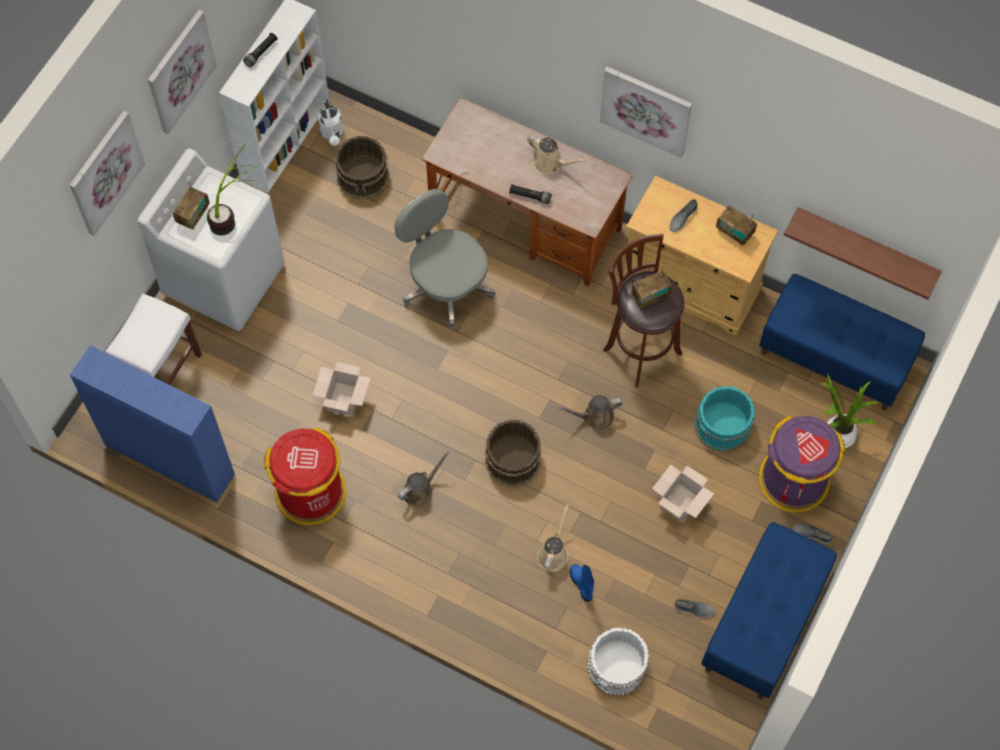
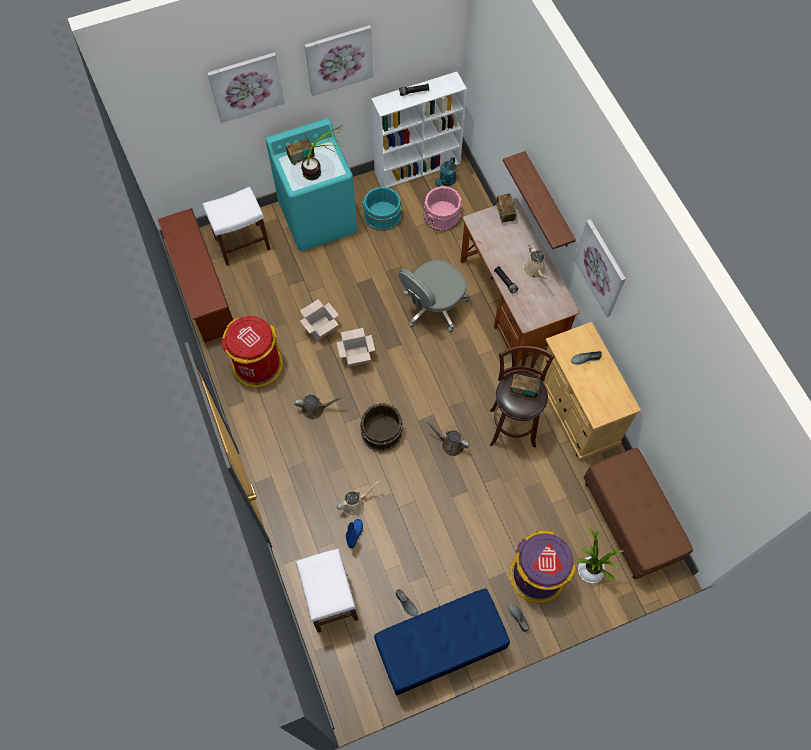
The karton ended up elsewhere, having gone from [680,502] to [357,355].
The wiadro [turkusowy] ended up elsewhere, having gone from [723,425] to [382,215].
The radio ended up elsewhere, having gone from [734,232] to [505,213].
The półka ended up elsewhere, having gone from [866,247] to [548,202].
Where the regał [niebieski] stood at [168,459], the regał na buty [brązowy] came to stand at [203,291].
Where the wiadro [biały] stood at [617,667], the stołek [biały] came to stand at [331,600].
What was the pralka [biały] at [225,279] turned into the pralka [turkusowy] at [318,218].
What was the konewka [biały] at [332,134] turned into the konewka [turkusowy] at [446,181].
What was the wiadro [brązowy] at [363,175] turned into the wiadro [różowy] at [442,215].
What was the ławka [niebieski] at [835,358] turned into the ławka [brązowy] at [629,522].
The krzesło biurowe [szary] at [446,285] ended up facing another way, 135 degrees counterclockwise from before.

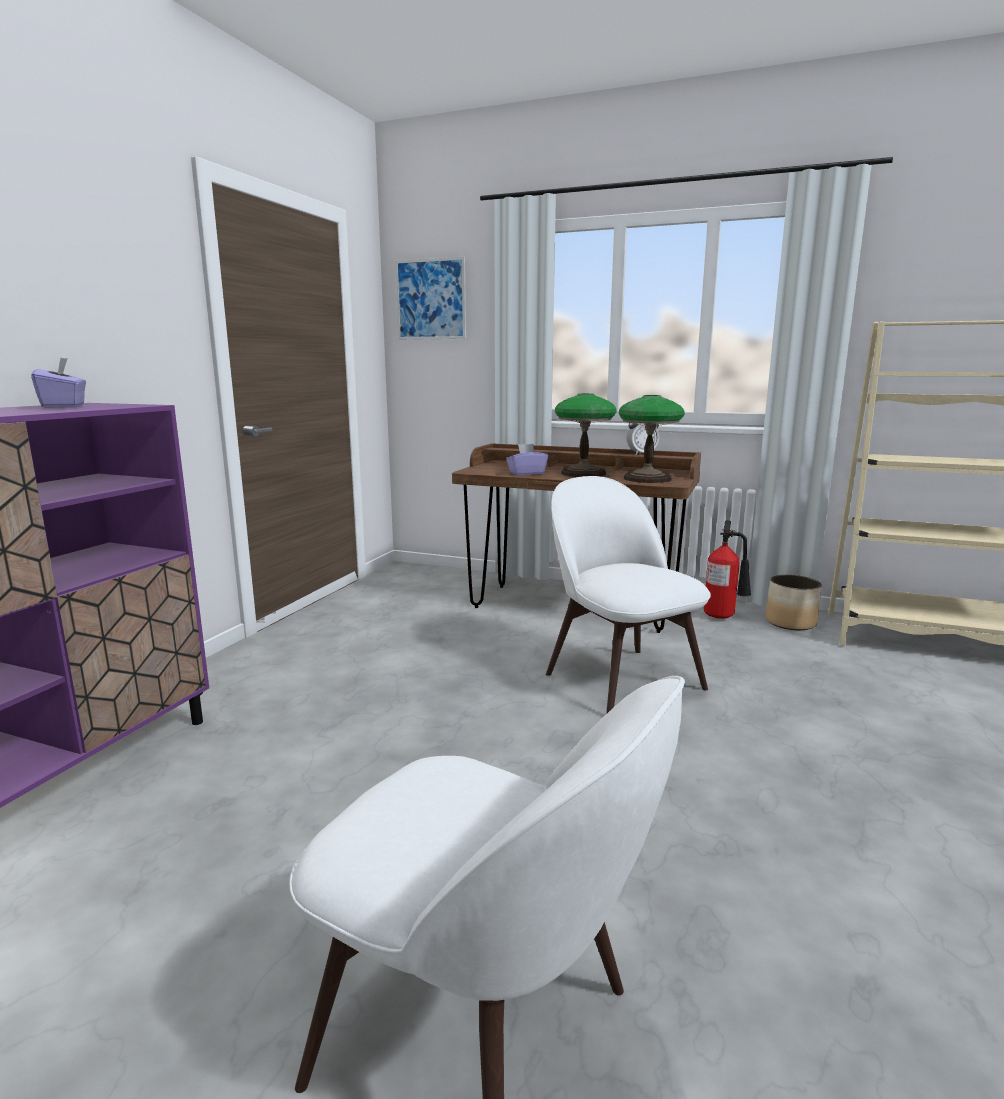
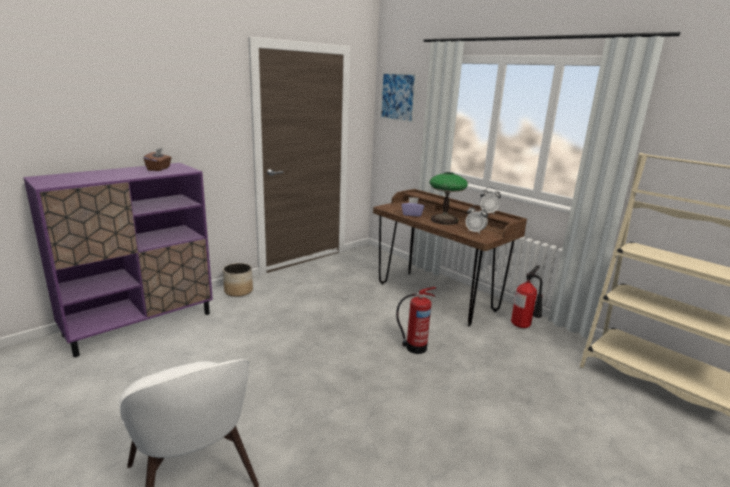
The donica ended up elsewhere, having gone from [791,622] to [239,291].
Where the krzesło [biały] stood at [620,678], the gaśnica came to stand at [414,347].
Where the lampa stołowa stood at [647,479], the budzik came to stand at [475,232].
What was the pudełko chusteczek [fioletowy] at [64,406] turned into the pudełko chusteczek [brązowy] at [159,169].

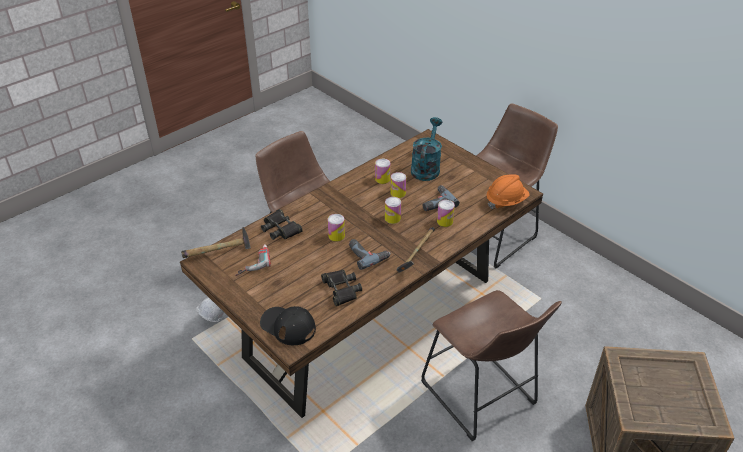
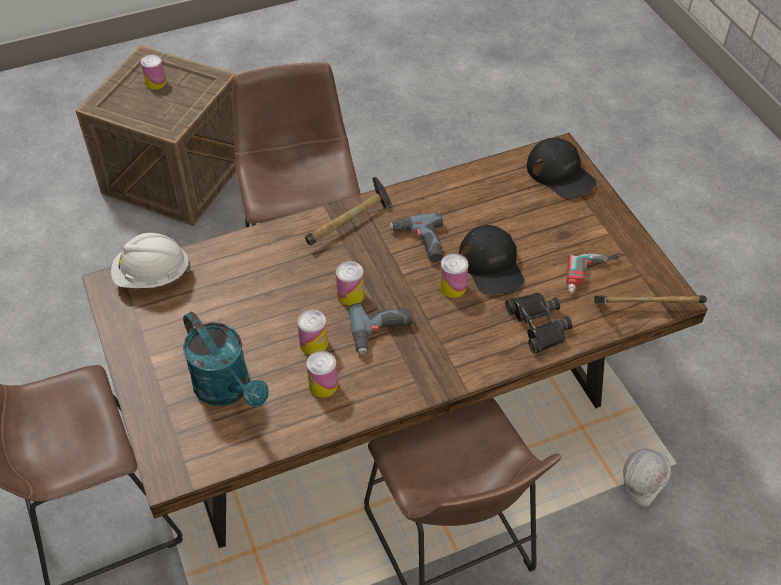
The second view lost the lornetka [czarny] at [341,289].
The second view gained the czapka z daszkiem [czarny] at [491,265].
The wiertarka ended up elsewhere, having gone from [436,202] to [382,333].
The puszka ended up elsewhere, having gone from [444,221] to [156,83].
What was the kask [pomarańczowy] at [506,201] turned into the kask [biały] at [152,276].
The konewka [turkusowy] at [426,168] ended up facing another way, 75 degrees counterclockwise from before.

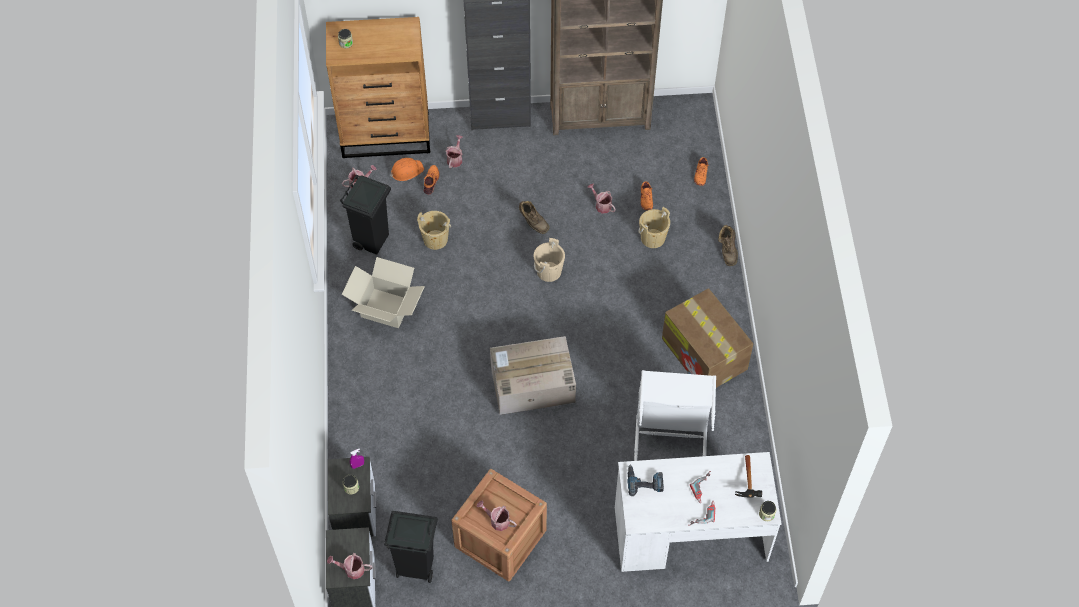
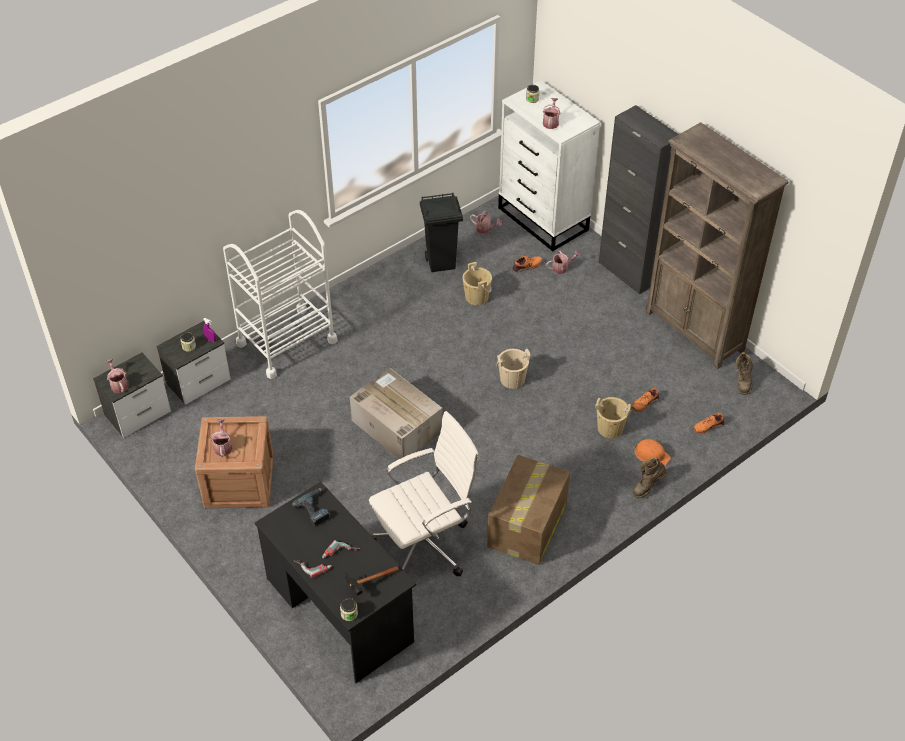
The second view lost the karton at [386,307].
The second view lost the kosz na śmieci [czarny] at [415,567].
The second view gained the wózek [biały] at [286,342].
The kask [pomarańczowy] ended up elsewhere, having gone from [406,171] to [651,455].
The but z cholewką [brązowy] ended up elsewhere, having gone from [532,223] to [743,381].
The konewka ended up elsewhere, having gone from [601,205] to [551,122].
Where the kosz na pranie [biały] stood at [671,436], the krzesło biurowe [biały] came to stand at [424,545].
What was the komoda [brązowy] at [386,135] turned into the komoda [biały] at [543,219].
What was the biurko [biały] at [690,534] turned into the biurko [czarny] at [339,609].

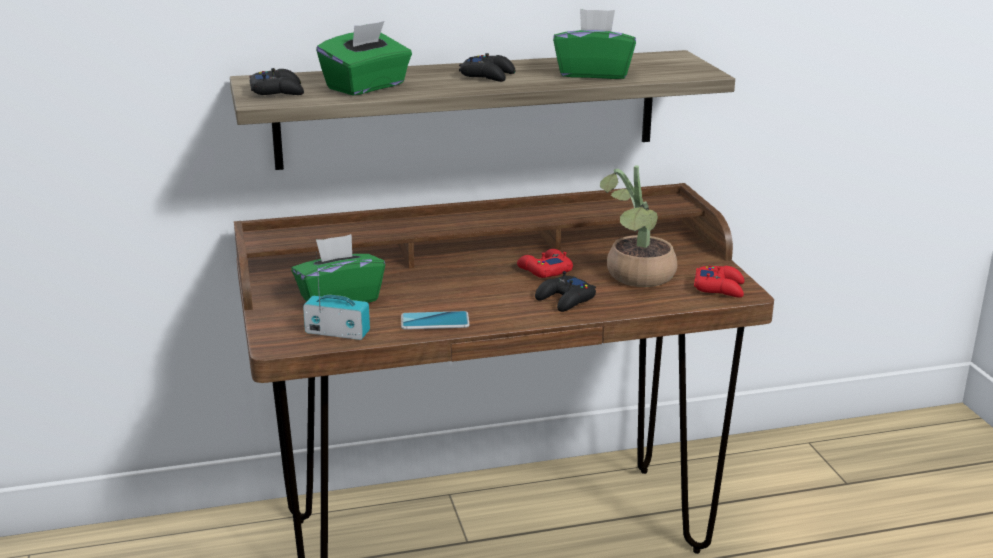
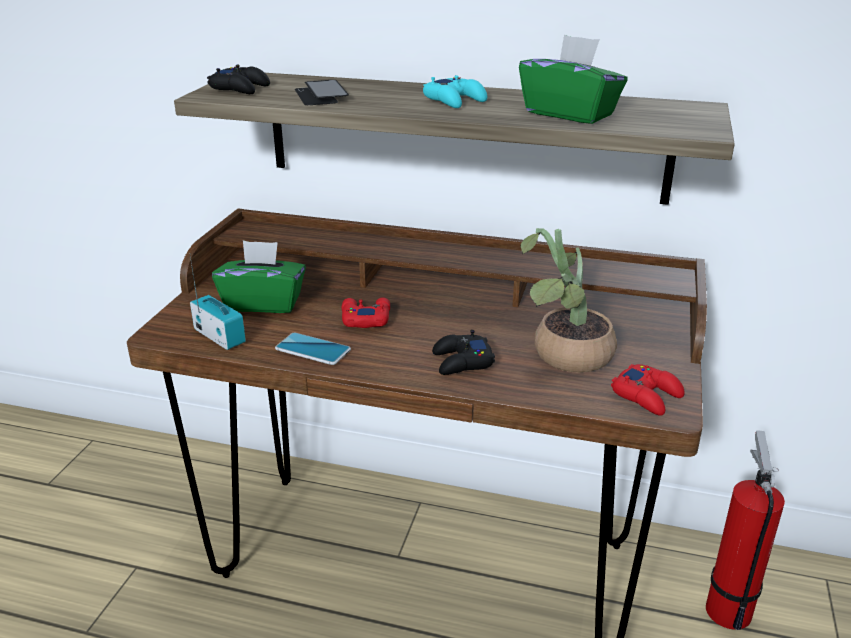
The second view gained the gaśnica at [727,606].
The pad do gier [czerwony] ended up elsewhere, having gone from [544,270] to [365,318].
Where the pudełko chusteczek [zielony] stood at [366,87], the telefon came to stand at [321,95].
What was the pad do gier [czarny] at [488,75] turned into the pad do gier [turkusowy] at [455,100].

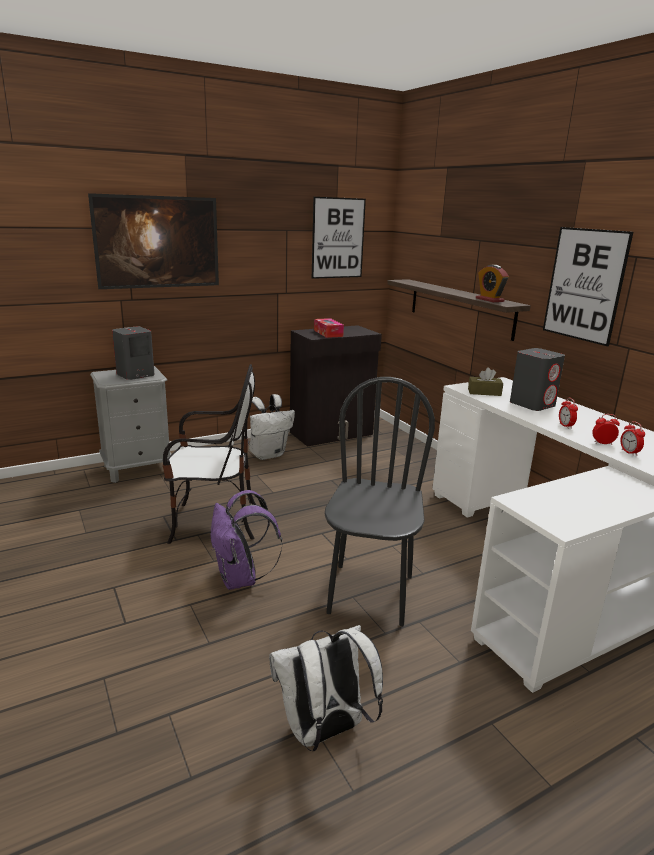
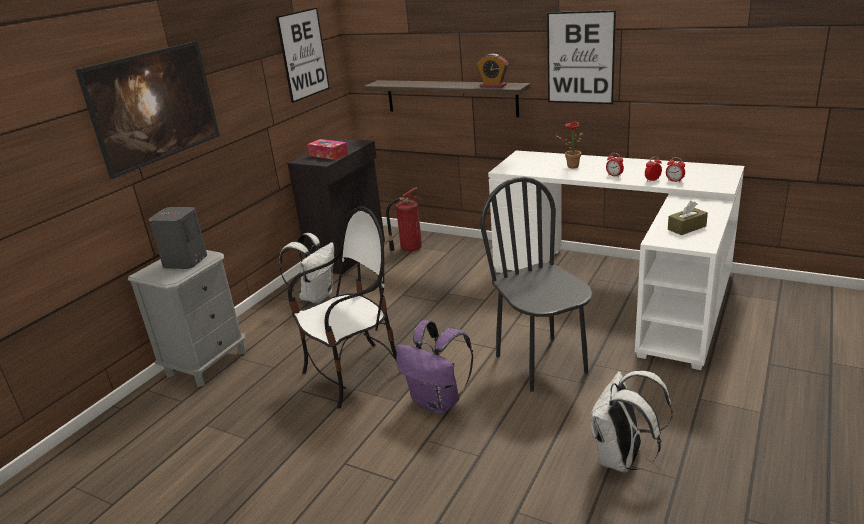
The second view gained the gaśnica at [409,248].
The pudełko chusteczek [brązowy] ended up elsewhere, having gone from [484,392] to [686,228].
Where the głośnik [szary] stood at [532,404], the roślina doniczkowa came to stand at [570,166].

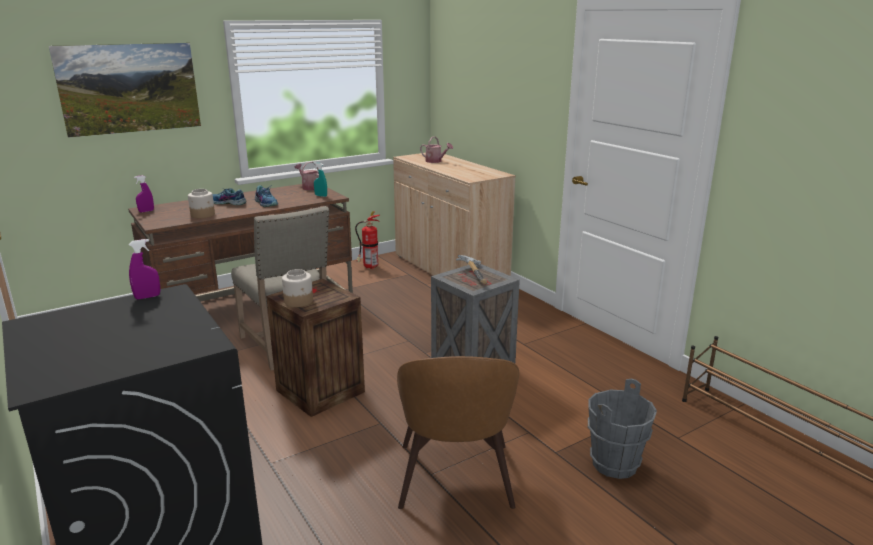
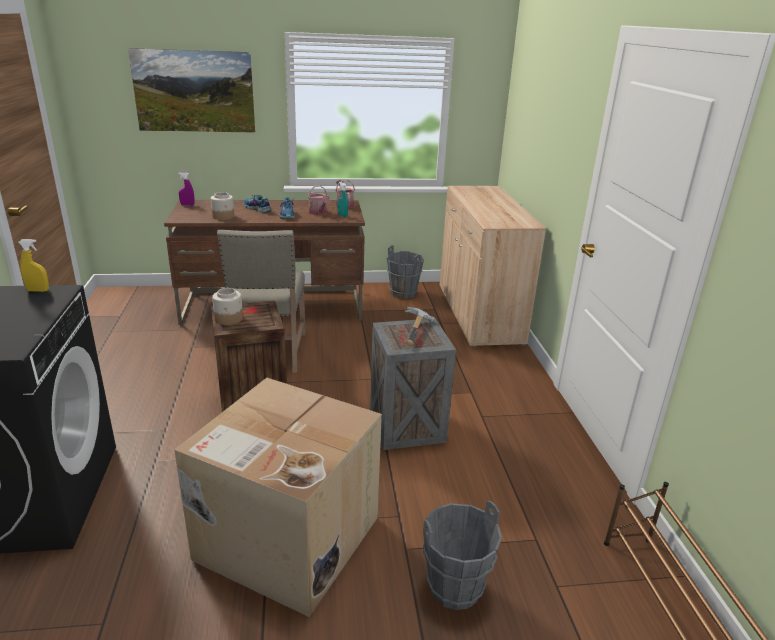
The konewka ended up elsewhere, having gone from [435,161] to [319,213].
Where the gaśnica stood at [369,267], the wiadro [szary] came to stand at [403,293].
Where the krzesło [brązowy] stood at [455,479], the karton came to stand at [285,538].
What was the spryskiwacz [fioletowy] at [147,297] turned into the spryskiwacz [żółty] at [38,290].

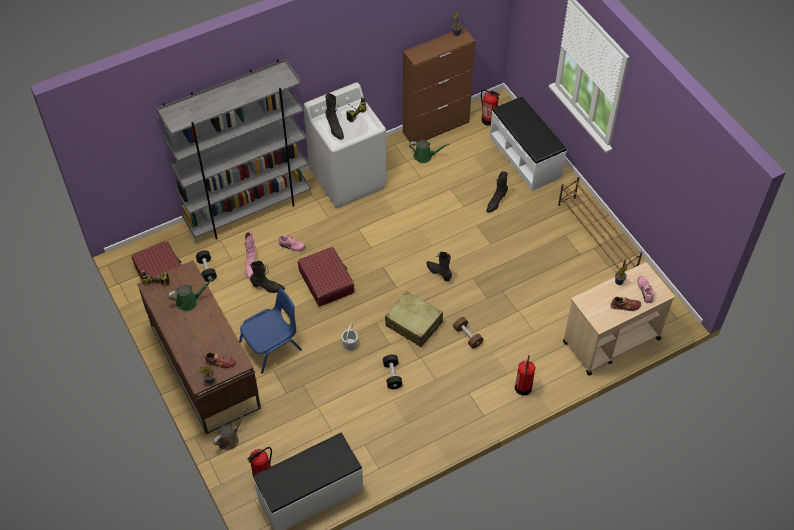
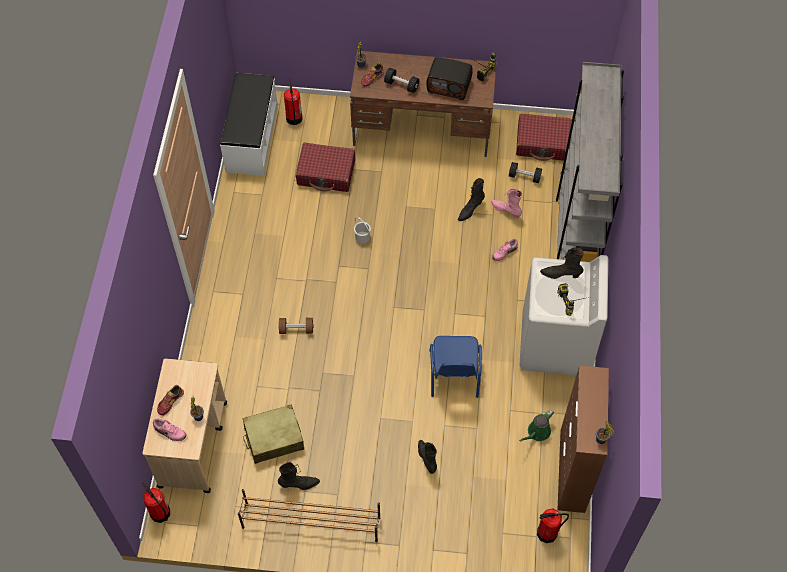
The second view lost the konewka [brązowy] at [229,439].
The second view lost the ławka [biały] at [525,157].
The krzesło [niebieski] ended up elsewhere, having gone from [272,346] to [454,374].
The walizka [czerwony] ended up elsewhere, having gone from [326,281] to [326,173].
The hantel [czarny] ended up elsewhere, having gone from [392,375] to [401,85].
The walizka [beżowy] ended up elsewhere, having gone from [414,324] to [273,438].
The but z cholewką [czarny] ended up elsewhere, having gone from [438,273] to [299,484].
The gaśnica ended up elsewhere, having gone from [523,387] to [160,513].
Where the konewka [zielony] stood at [189,301], the radio came to stand at [449,86].

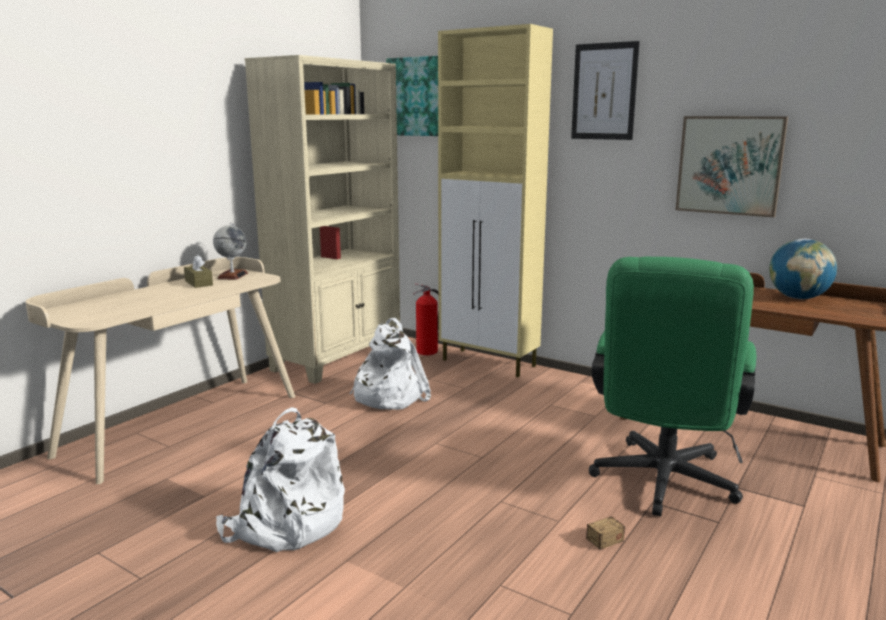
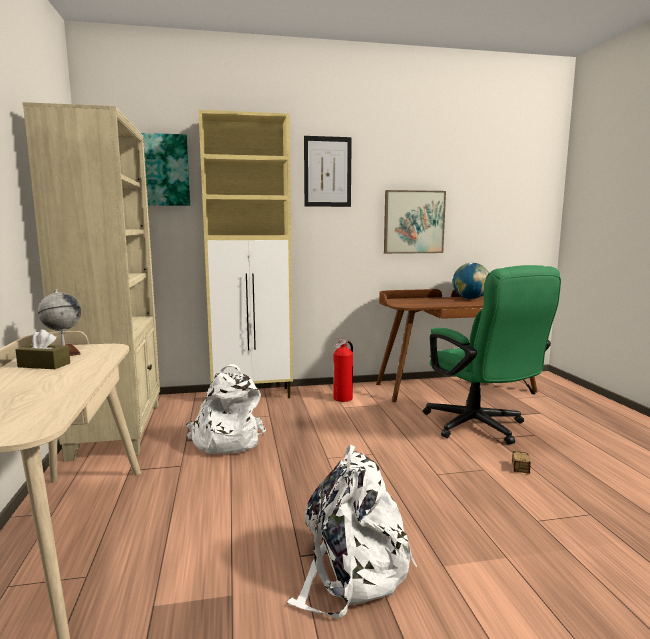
The gaśnica ended up elsewhere, having gone from [427,352] to [343,398].

